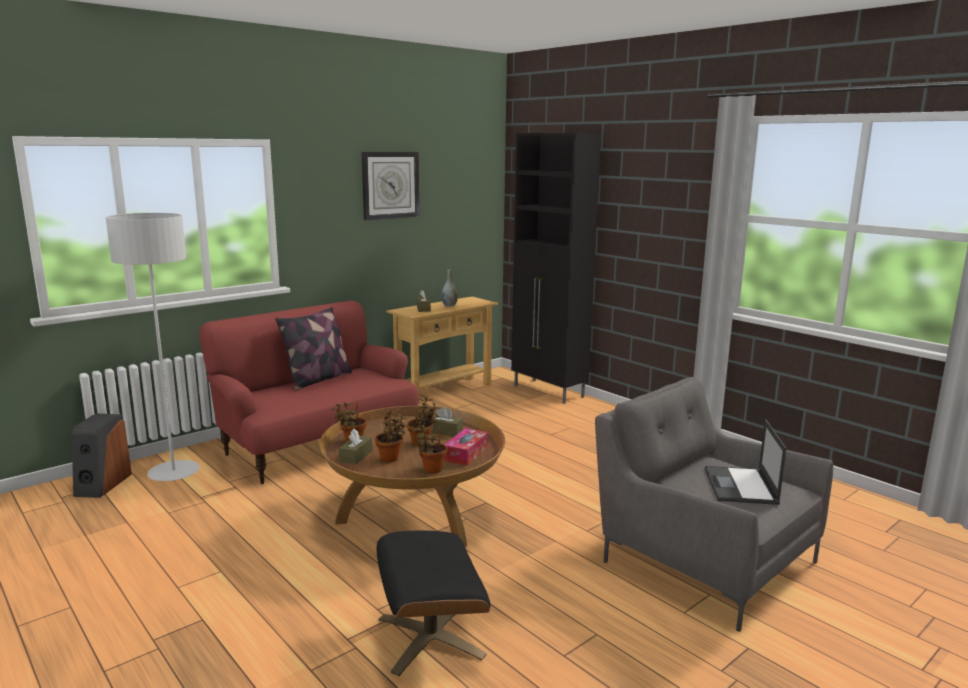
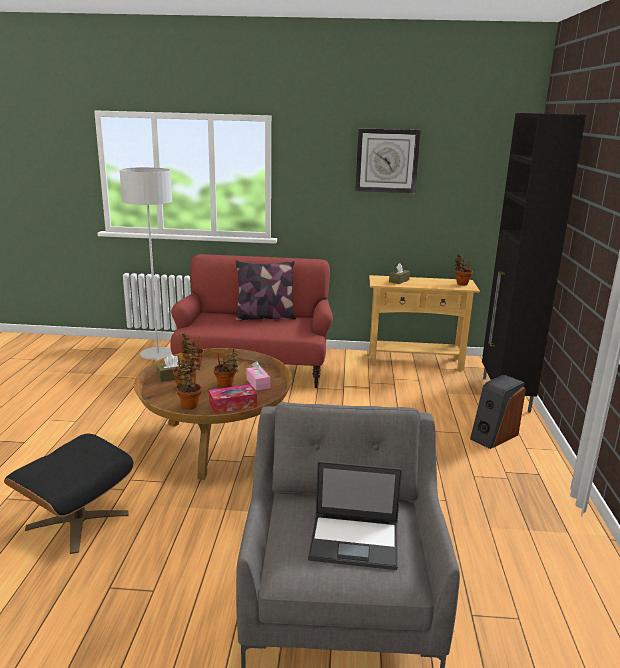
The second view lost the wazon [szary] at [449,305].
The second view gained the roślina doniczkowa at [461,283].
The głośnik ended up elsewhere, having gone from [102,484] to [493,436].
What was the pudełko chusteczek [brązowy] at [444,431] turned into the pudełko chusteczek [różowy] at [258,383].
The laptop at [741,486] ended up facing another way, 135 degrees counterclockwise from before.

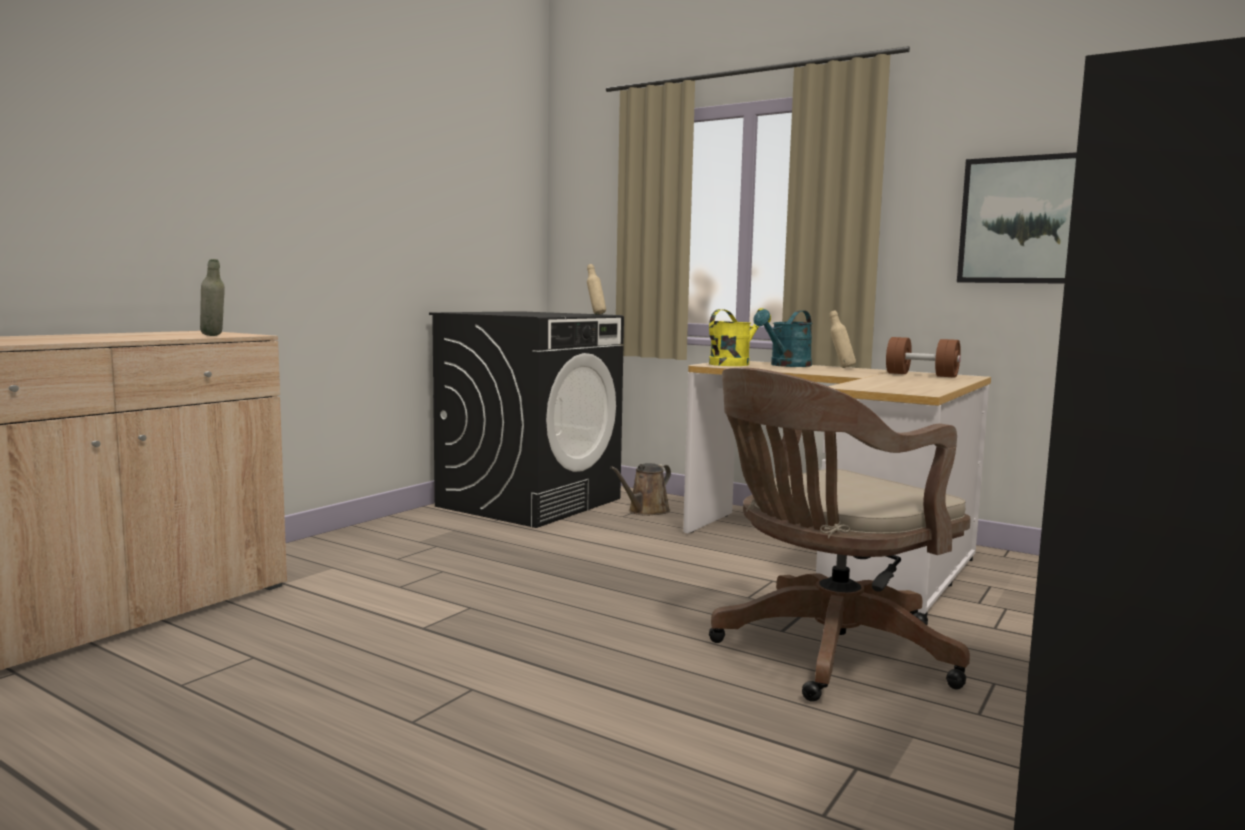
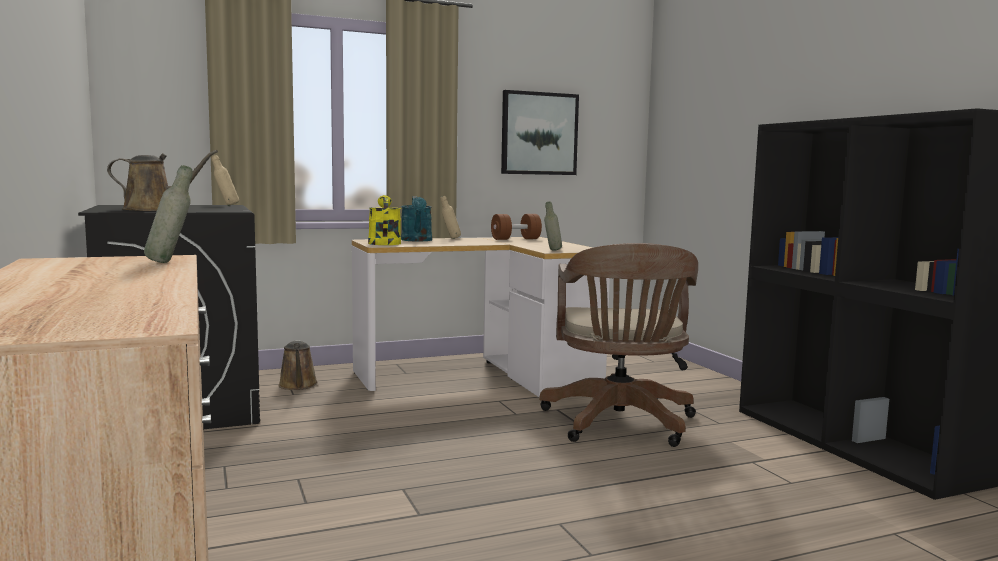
The second view gained the konewka [brązowy] at [155,209].
The second view gained the butelka [szary] at [552,250].

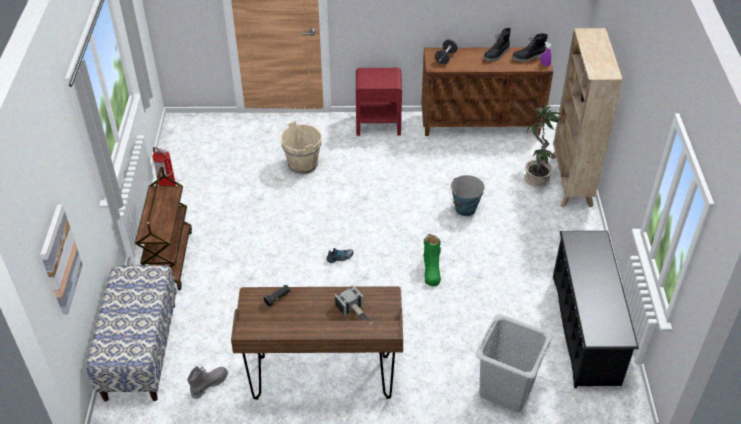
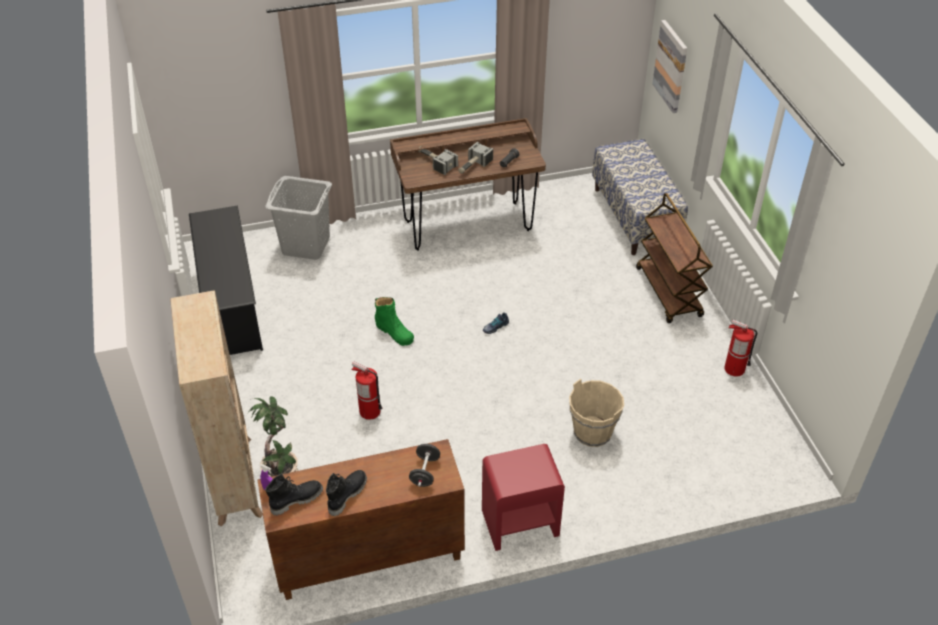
The second view lost the but z cholewką [szary] at [209,384].
The second view gained the młotek at [473,166].
Where the wiadro stood at [465,209], the gaśnica came to stand at [369,411].
The but z cholewką [zielony] at [431,270] ended up facing another way, 150 degrees clockwise from before.

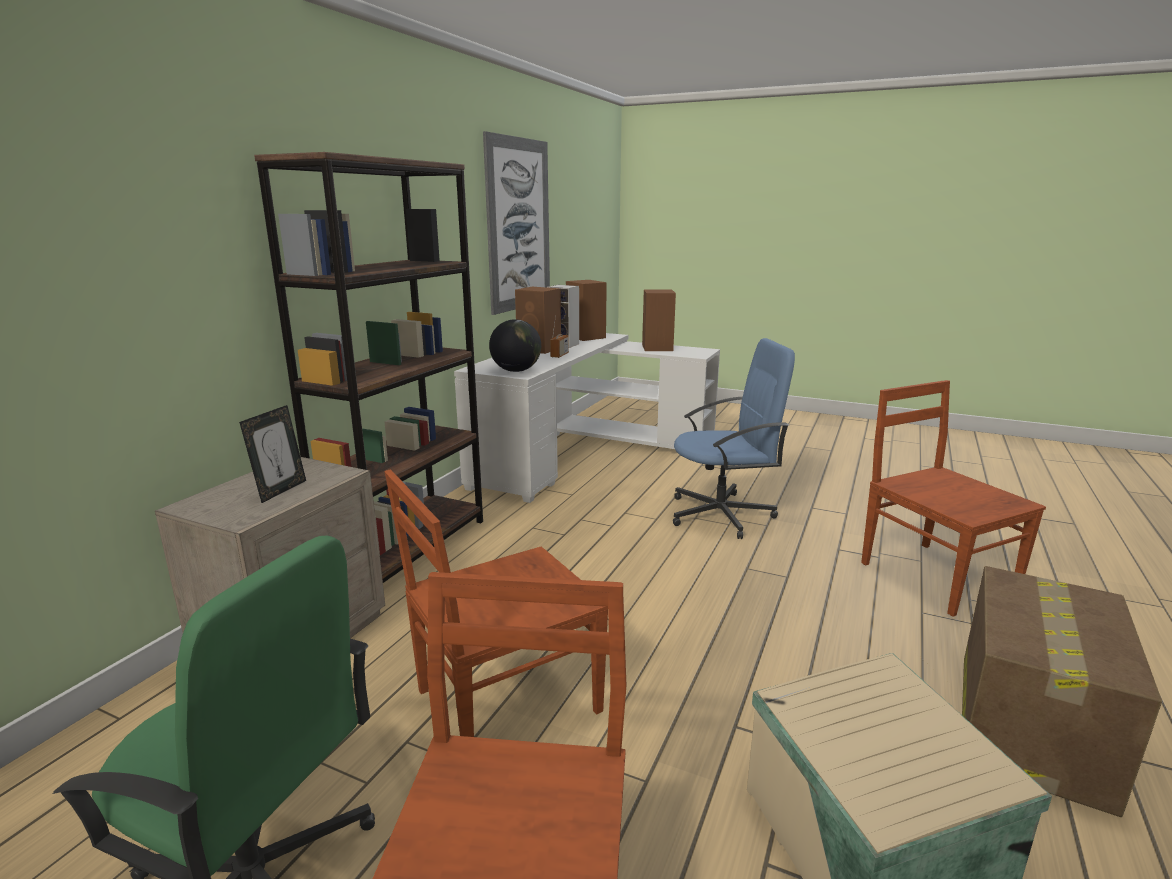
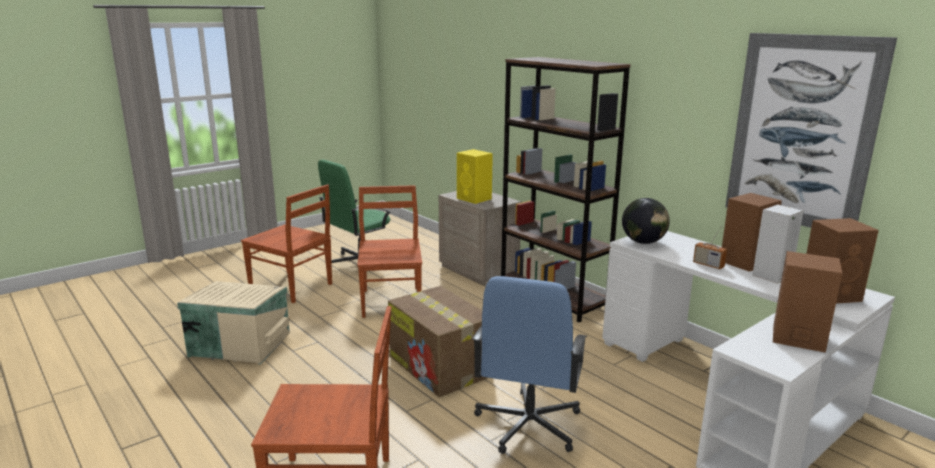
The karton ended up elsewhere, having gone from [1030,725] to [441,366].
Where the ramka na zdjęcie stood at [280,490], the głośnik [żółty] came to stand at [474,199].

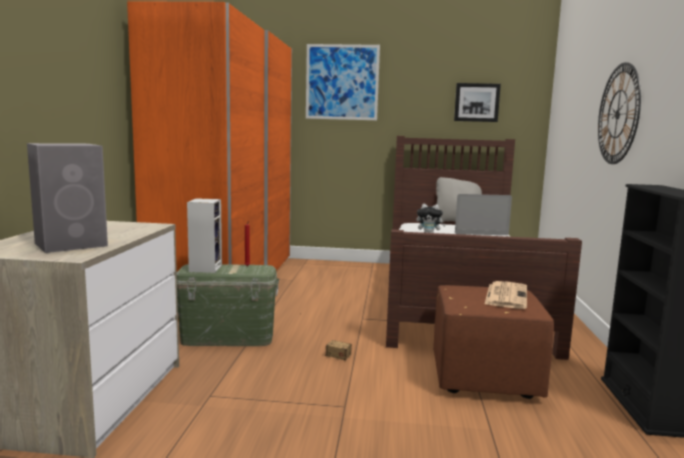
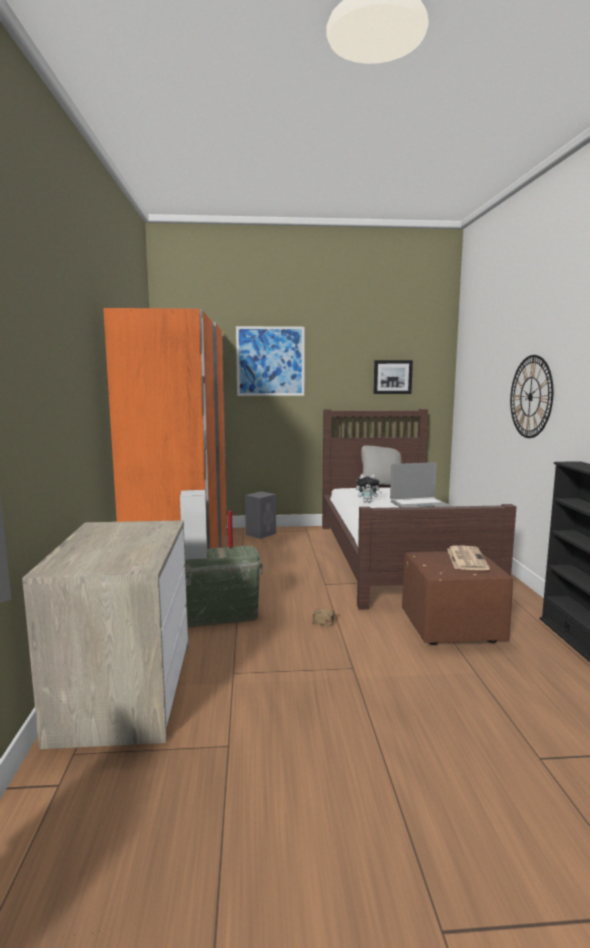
The głośnik [szary] ended up elsewhere, having gone from [73,244] to [261,534].

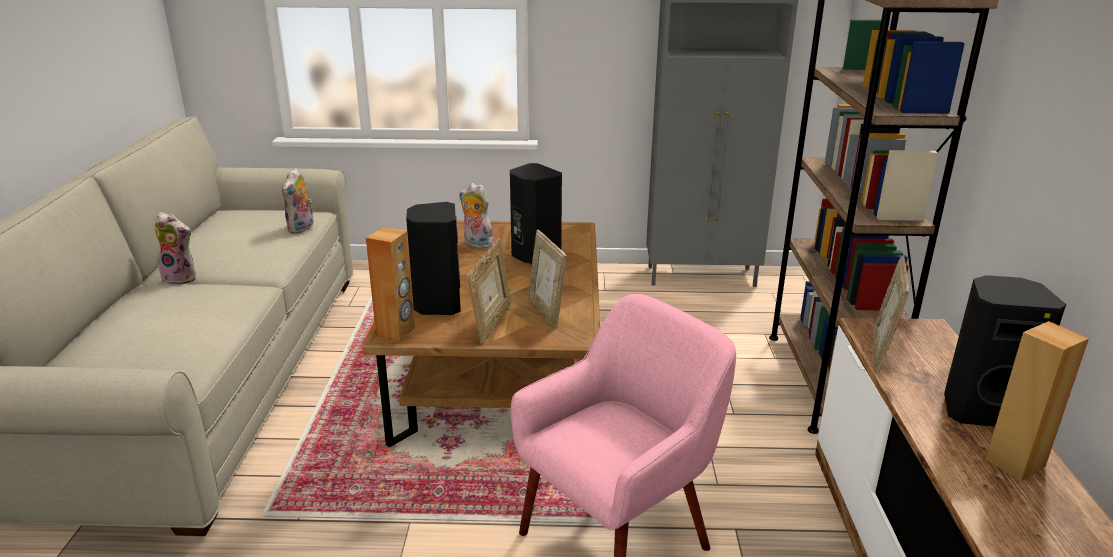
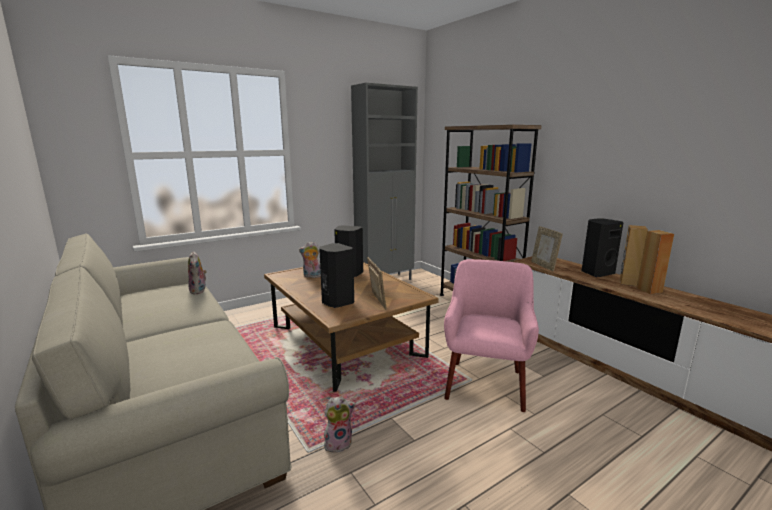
The second view lost the ramka na zdjęcie at [546,311].
The pluszak ended up elsewhere, having gone from [182,277] to [338,443].
The głośnik [brązowy] ended up elsewhere, having gone from [396,332] to [649,290].

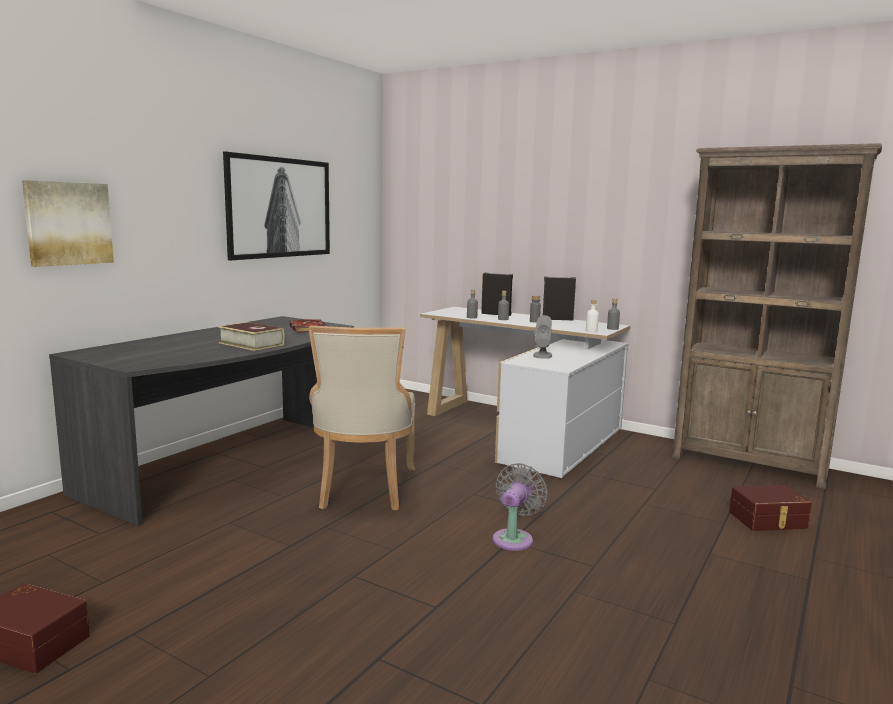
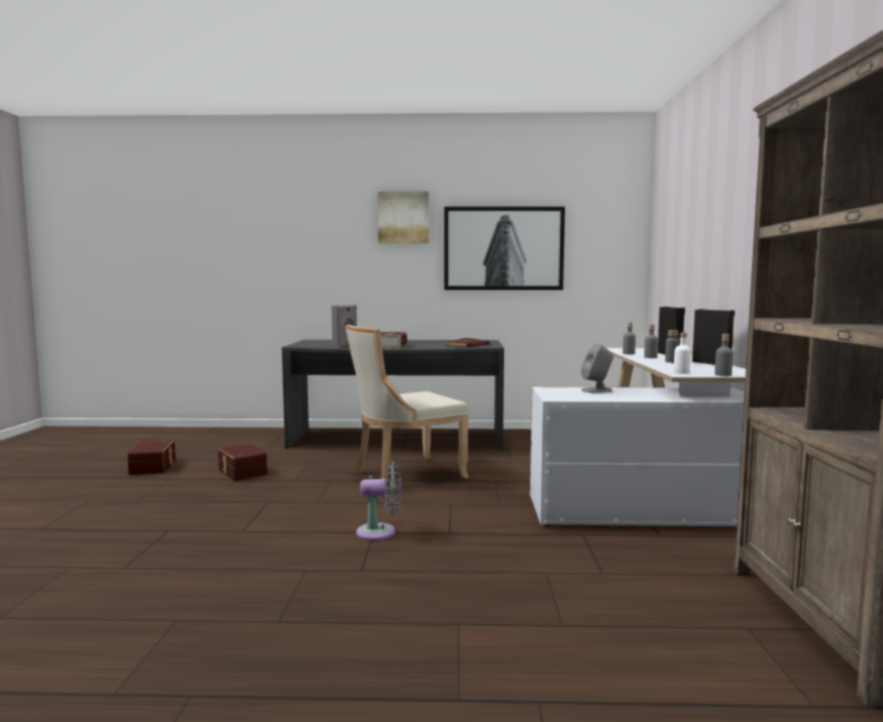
The second view gained the głośnik [szary] at [346,346].
The obraz ended up elsewhere, having gone from [68,223] to [403,217].
The pojemnik do przechowywania [brązowy] ended up elsewhere, having gone from [768,520] to [241,472].

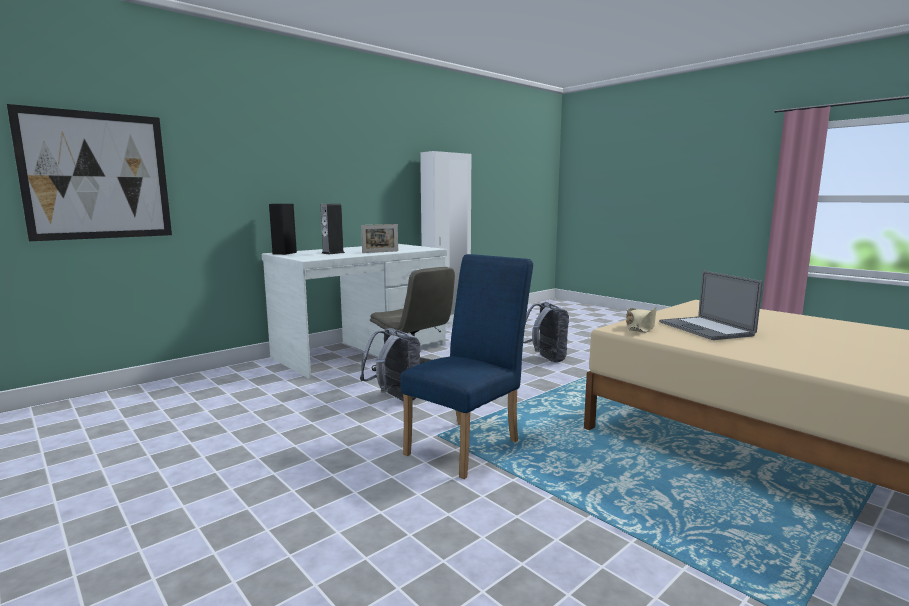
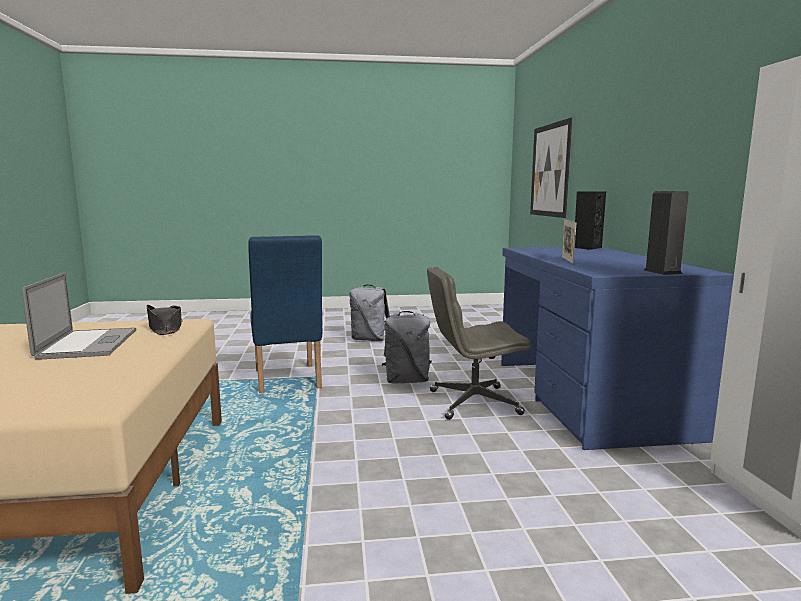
The głośnik ended up elsewhere, having gone from [333,253] to [662,272].
The plecak [szary] ended up elsewhere, having gone from [545,359] to [369,339].
What was the biurko [biały] at [362,351] turned into the biurko [niebieski] at [586,397].
What was the kapelusz [beżowy] at [640,327] turned into the kapelusz [czarny] at [165,328].
The laptop at [705,329] ended up facing another way, 60 degrees clockwise from before.

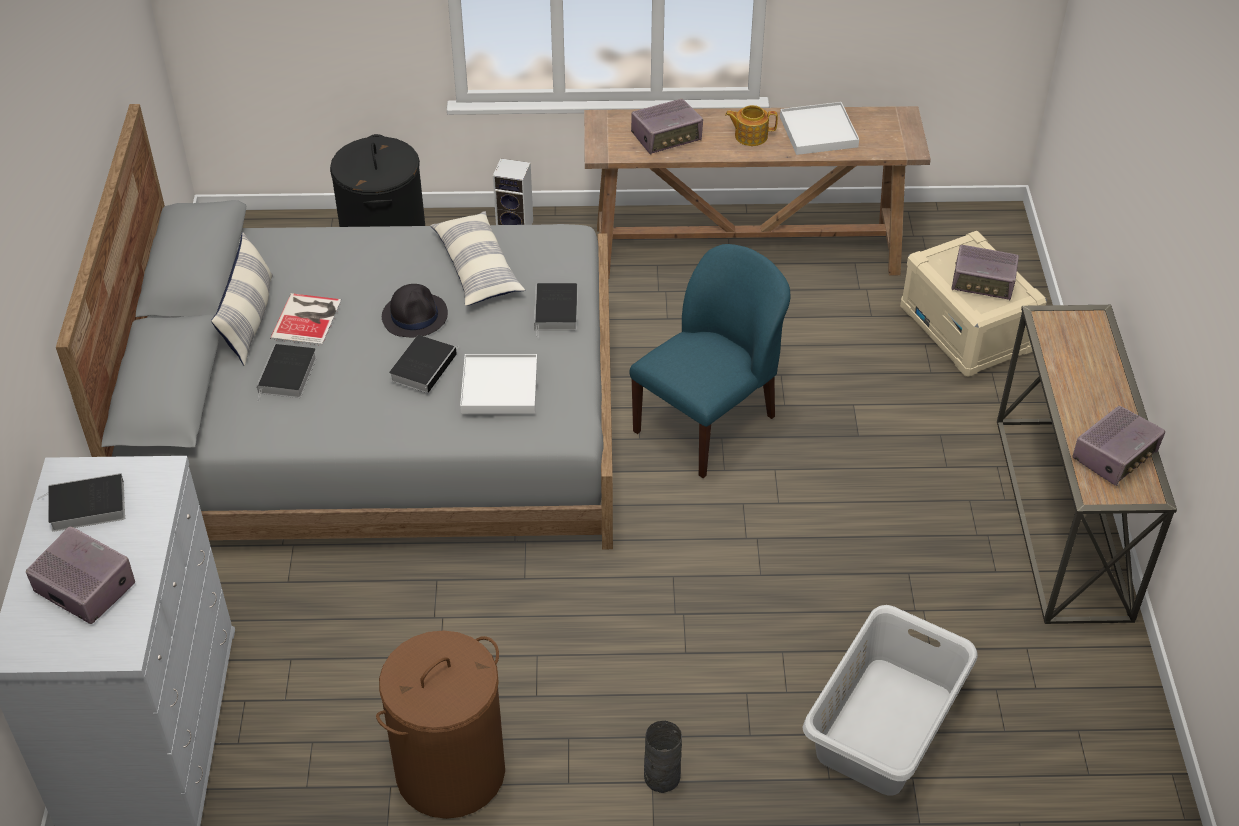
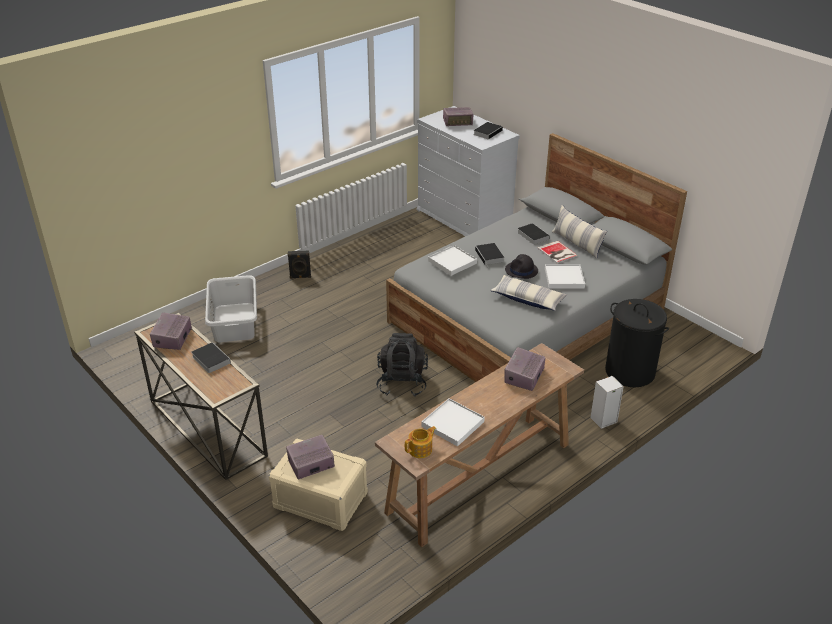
The second view lost the kosz na pranie [brązowy] at [450,771].
The second view gained the taca [biały] at [564,278].
The książka ended up elsewhere, having gone from [556,312] to [210,359].
The imbryk ended up elsewhere, having gone from [750,136] to [420,449].
Where the krzesło [niebieski] stood at [707,423], the plecak [czarny] came to stand at [402,383].
Where the wazon [szary] stood at [660,777], the głośnik [czarny] came to stand at [300,277].

